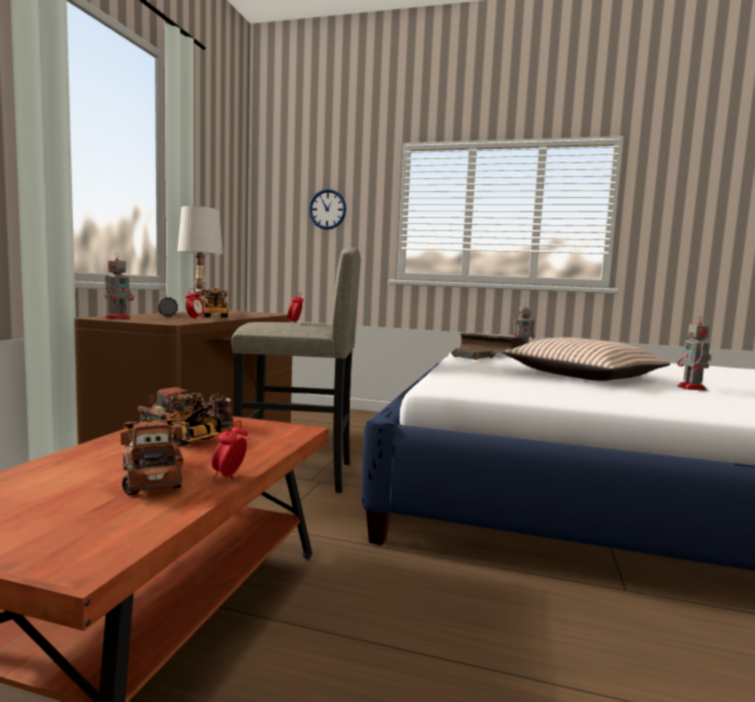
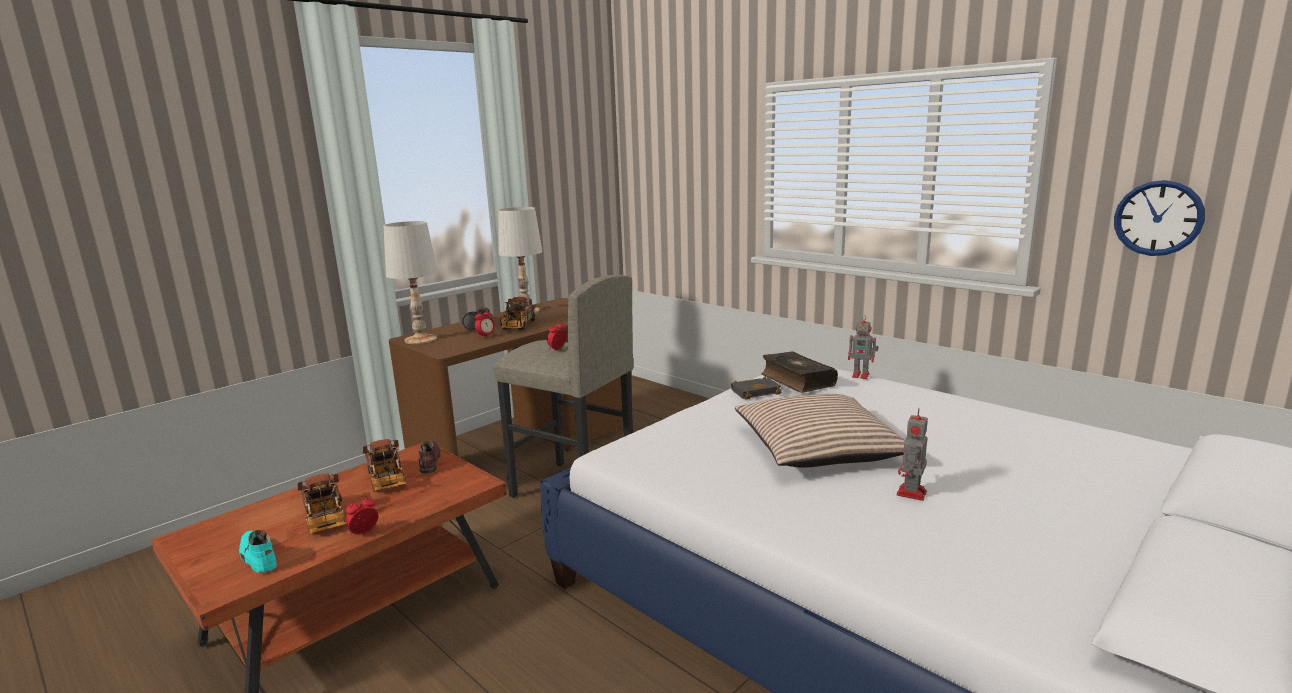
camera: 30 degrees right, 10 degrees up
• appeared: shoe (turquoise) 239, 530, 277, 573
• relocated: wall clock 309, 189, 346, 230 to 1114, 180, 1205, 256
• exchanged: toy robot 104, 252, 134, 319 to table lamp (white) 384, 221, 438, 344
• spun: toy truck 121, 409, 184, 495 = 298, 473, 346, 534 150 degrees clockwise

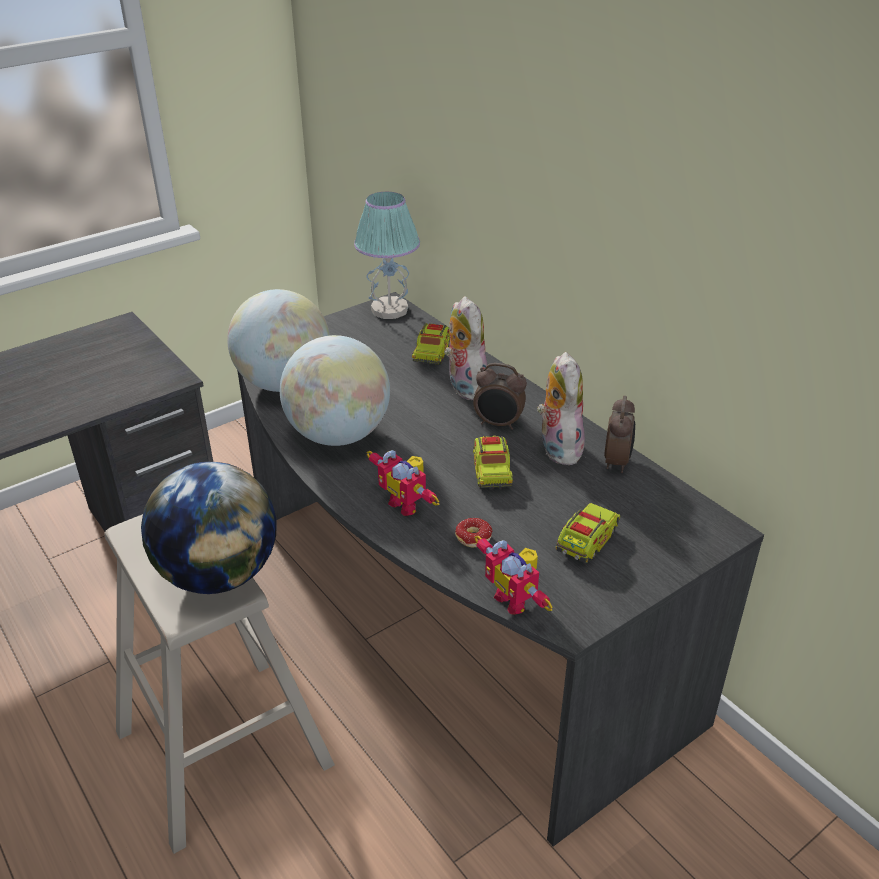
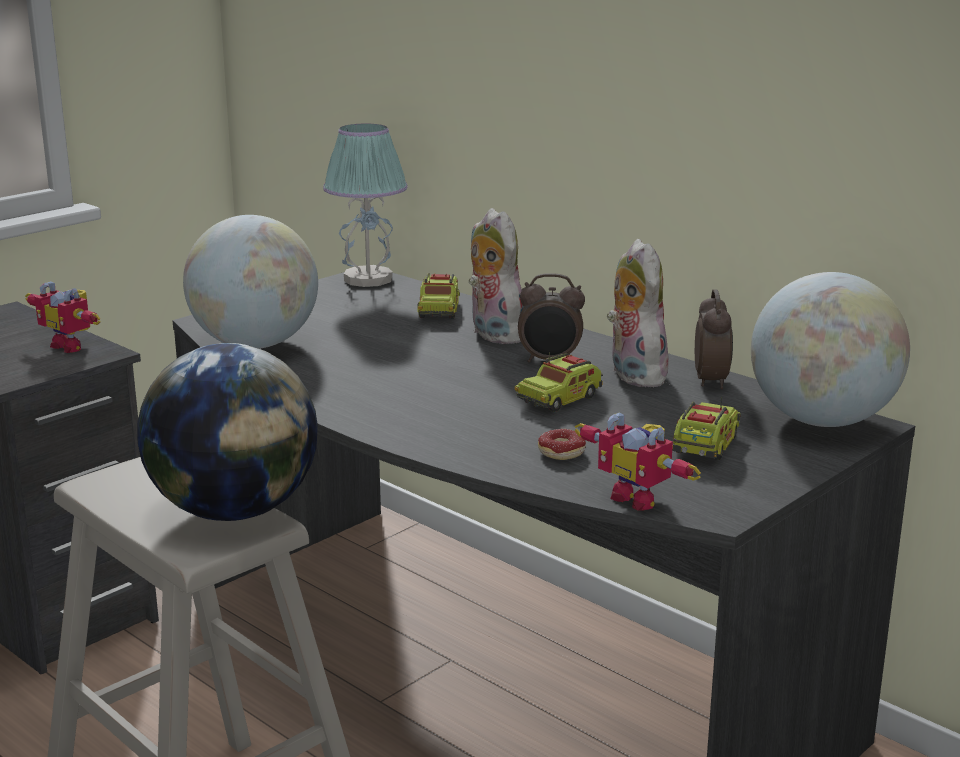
camera: 10 degrees left, 15 degrees down
• relocated: globe 280, 335, 390, 446 to 751, 272, 910, 427
• relocated: toy robot 367, 450, 440, 516 to 25, 281, 101, 353
• spun: toy truck 473, 435, 513, 489 = 515, 352, 603, 412 60 degrees clockwise

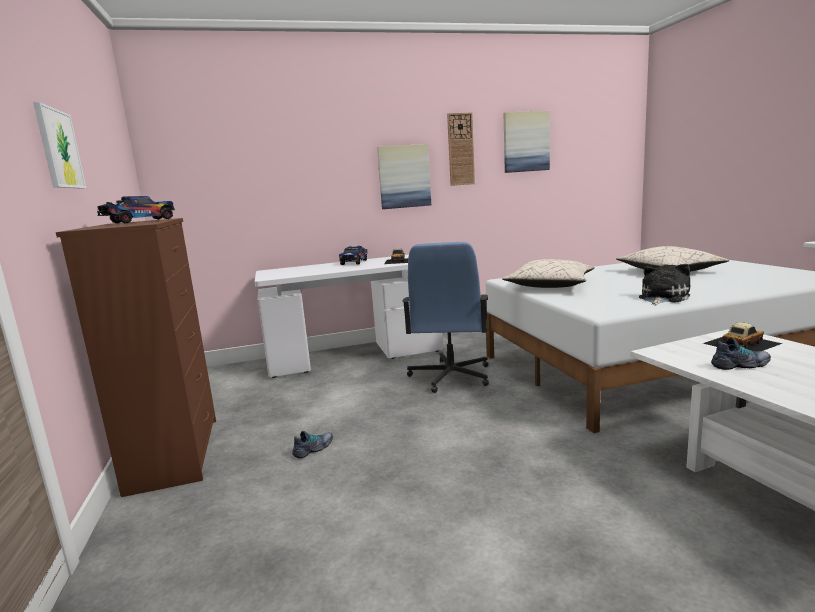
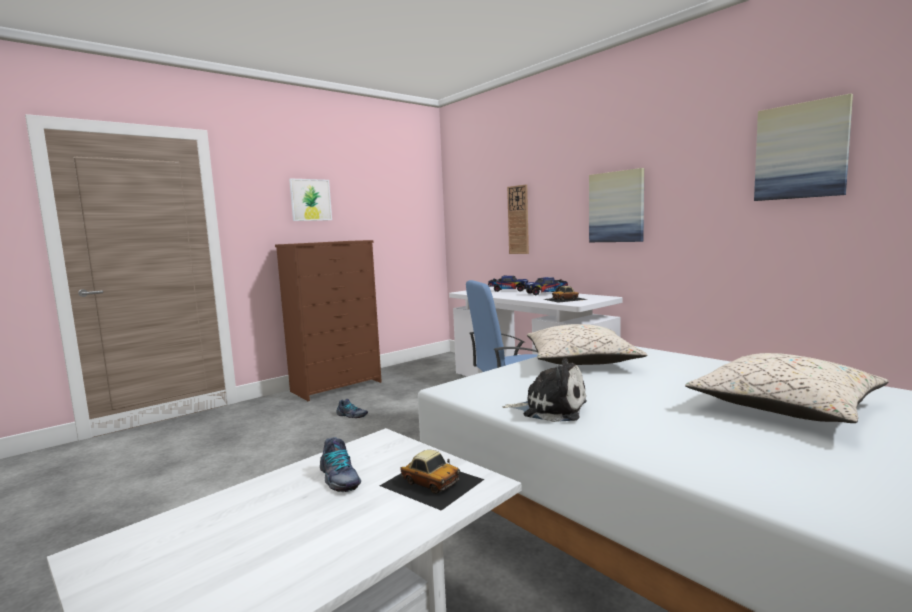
camera: 65 degrees right, 5 degrees down
• relocated: toy truck 97, 196, 175, 223 to 488, 276, 528, 292
• relocated: wall clock 447, 113, 475, 186 to 507, 184, 529, 254

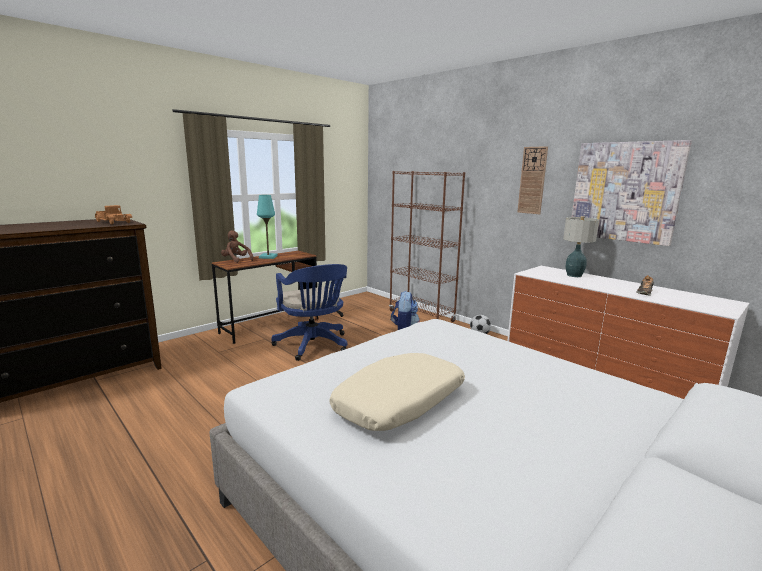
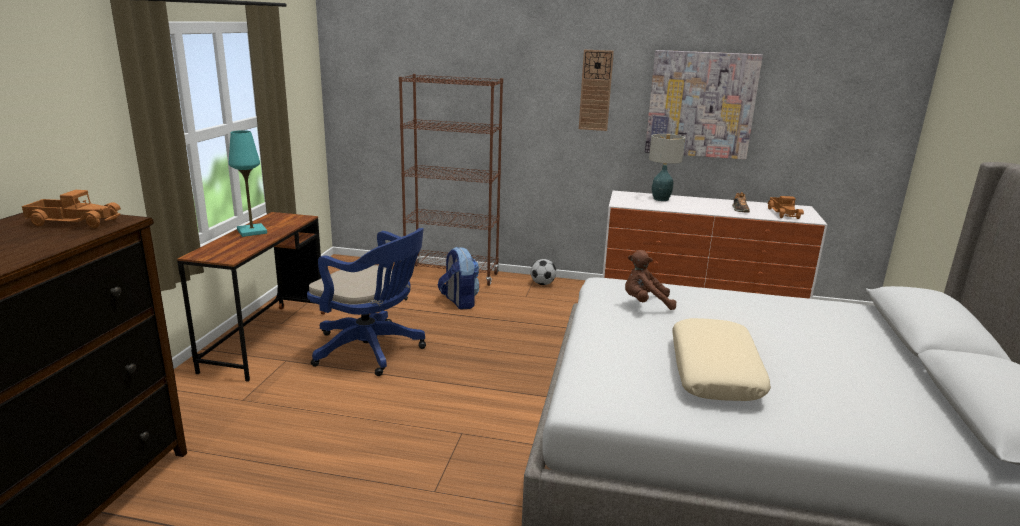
camera: 35 degrees left, 5 degrees up
• appeared: toy truck 767, 196, 804, 219
• relocated: plush toy (brown) 221, 230, 254, 263 to 625, 250, 676, 310

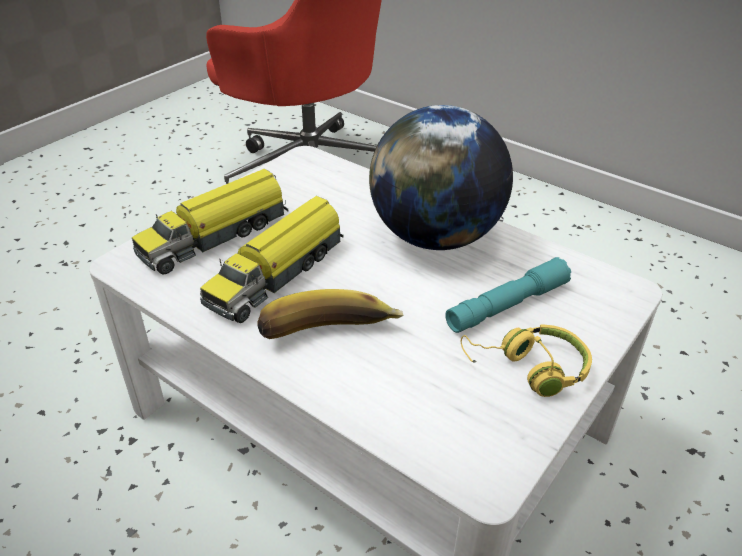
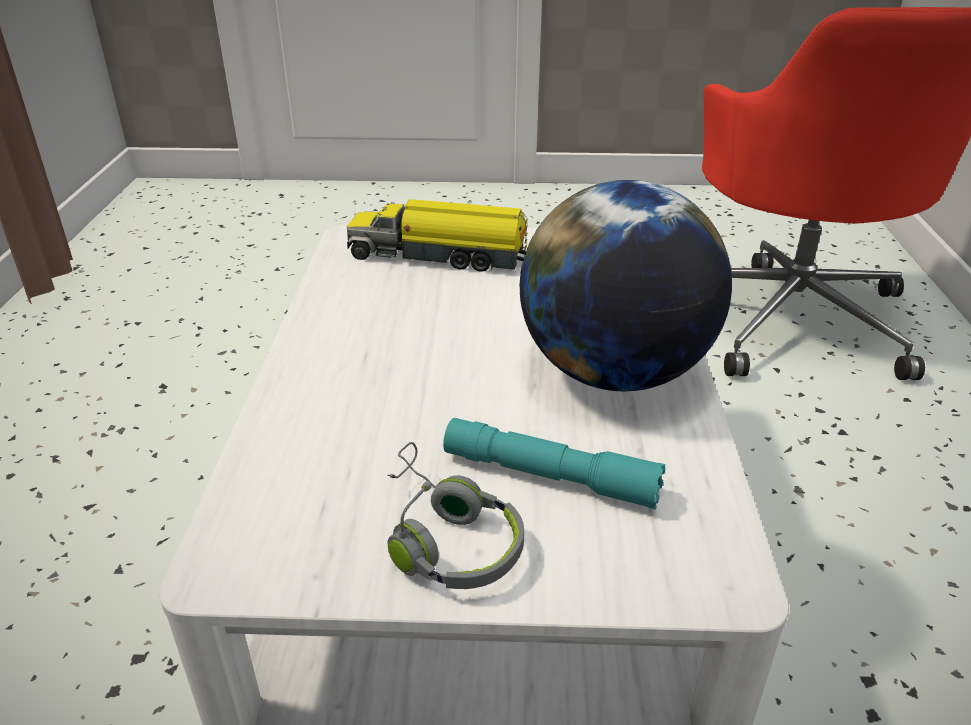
camera: 55 degrees right, 5 degrees down
• missing: toy truck 200, 196, 344, 323
• missing: banana 257, 289, 404, 339
• colour: headphones (yellow) 461, 325, 592, 397 to headphones (grey) 387, 442, 524, 589

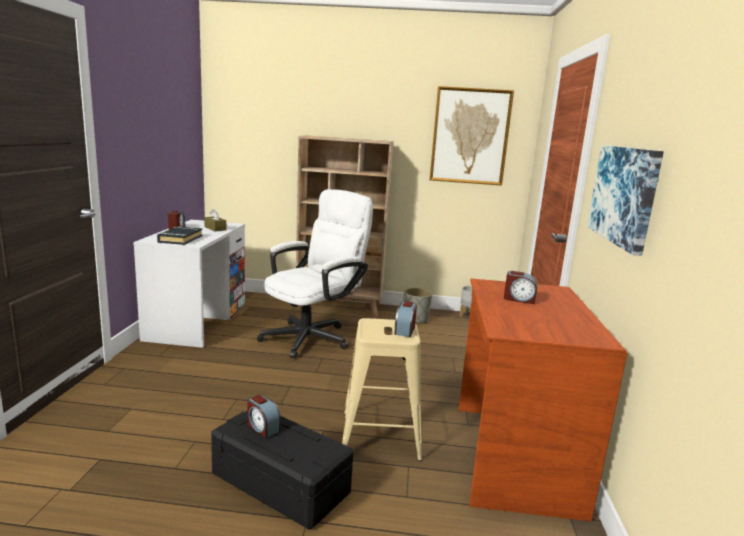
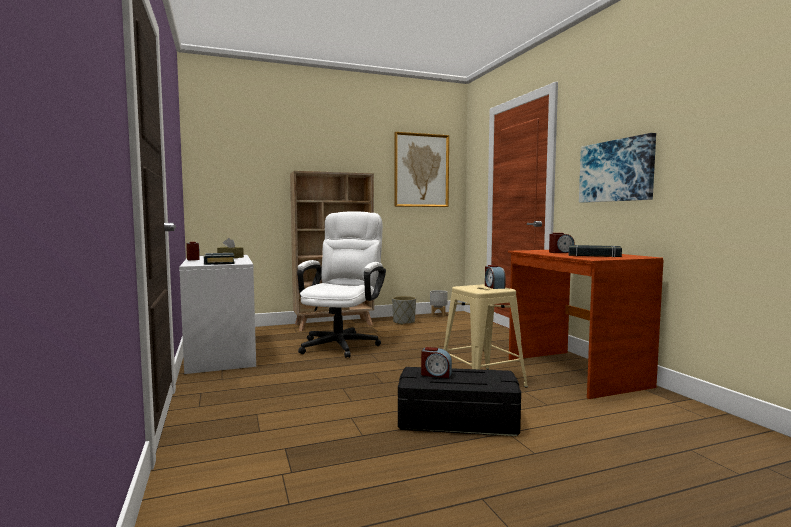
camera: 25 degrees left, 10 degrees down
• appeared: book (black) 568, 245, 622, 257

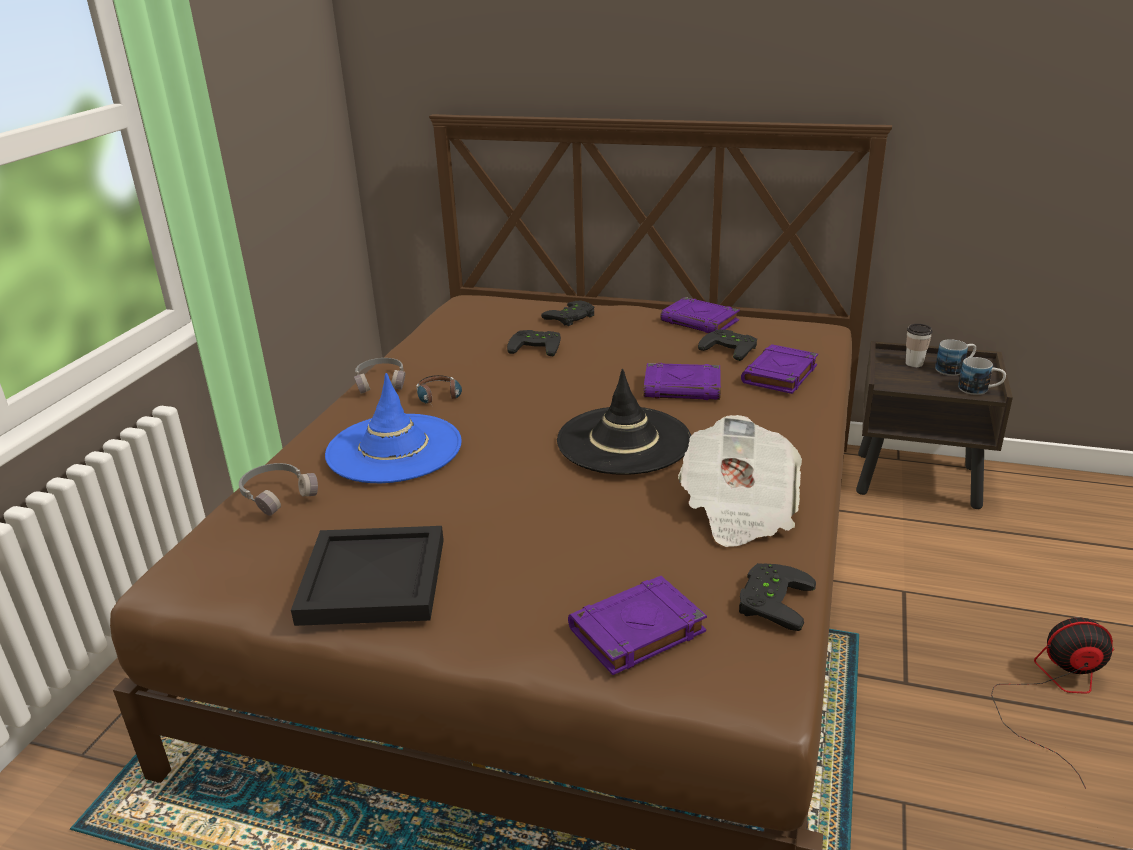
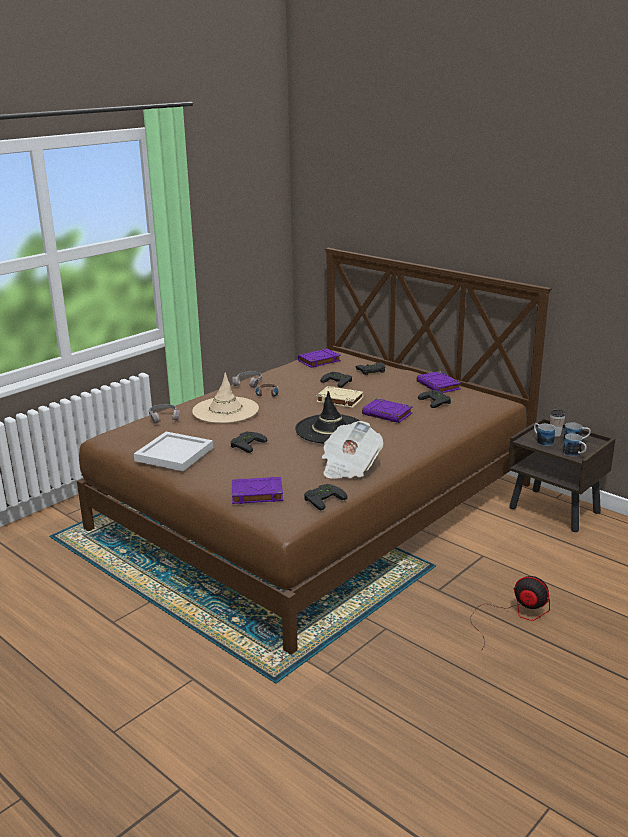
camera: 25 degrees right, 5 degrees down
• appeared: game controller (black) 231, 431, 267, 453
• appeared: book (beige) 316, 386, 364, 408
• appeared: mug 534, 423, 555, 446
• relocated: book (purple) 741, 344, 818, 394 to 298, 349, 341, 368
• colour: tray (black) 291, 526, 444, 626 to tray (white) 134, 432, 213, 471
• colour: hat (blue) 325, 373, 462, 483 to hat (beige) 192, 373, 259, 423

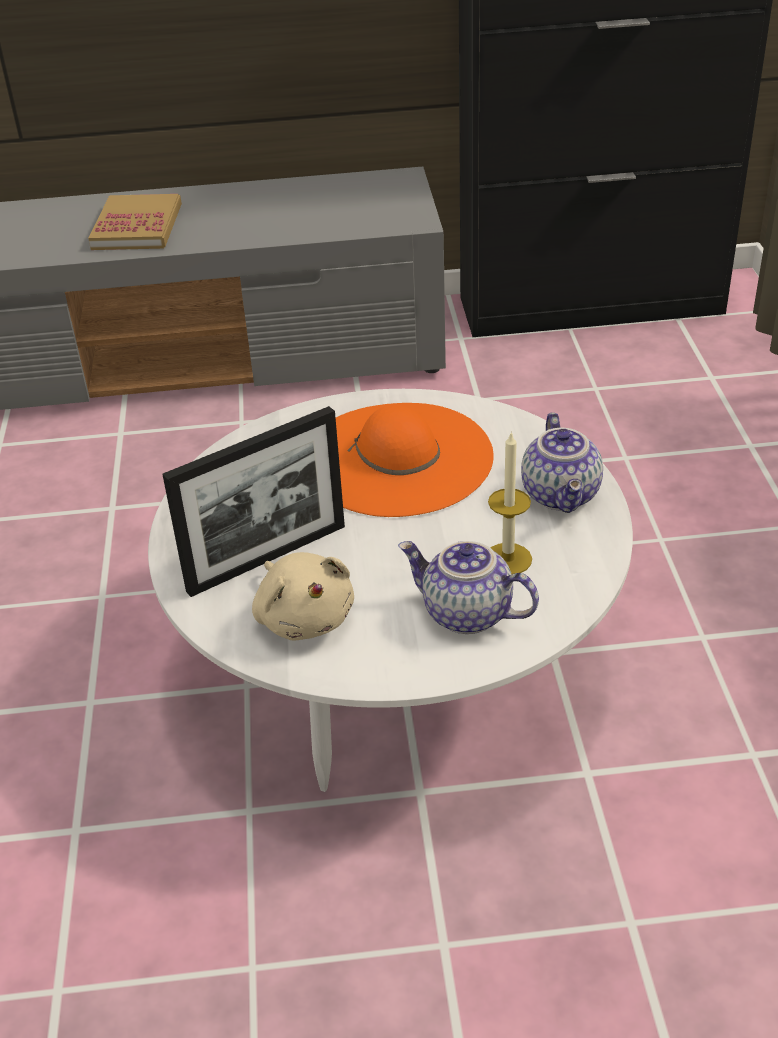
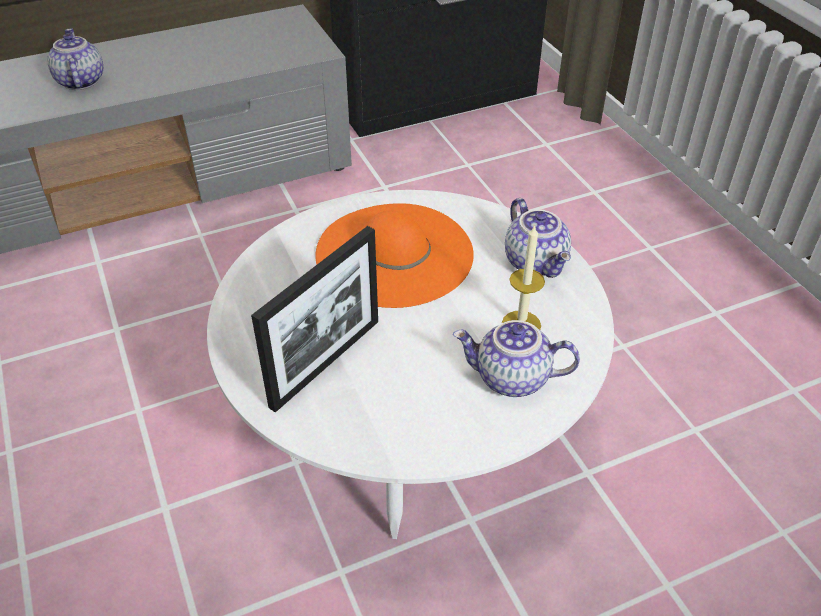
camera: 20 degrees left, 5 degrees up
• missing: plush toy (beige) 252, 552, 354, 641
• exchanged: book 88, 194, 182, 250 to teapot 47, 29, 103, 90

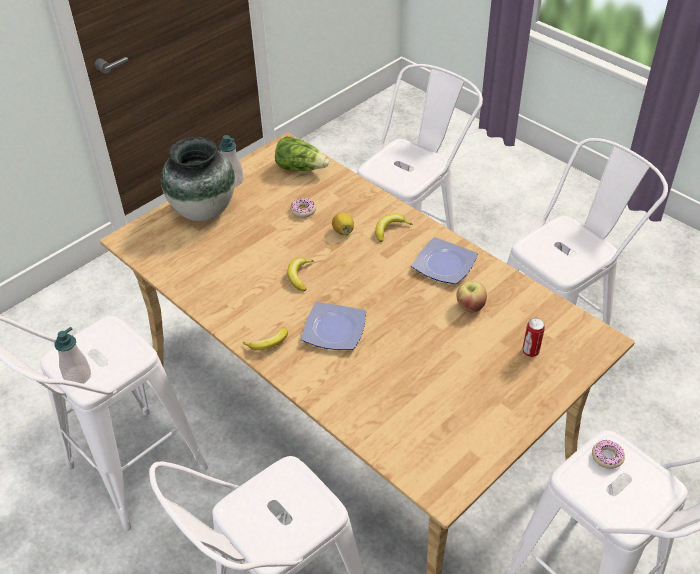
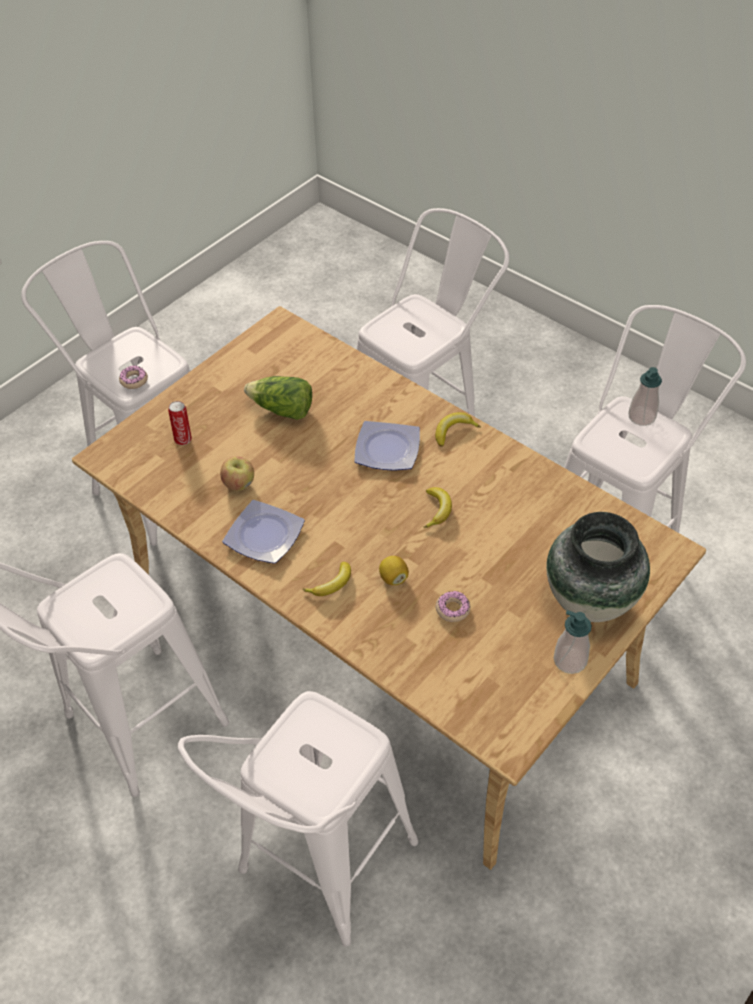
camera: 175 degrees right, 5 degrees up
• relocated: lettuce 275, 136, 329, 171 to 244, 376, 312, 420

